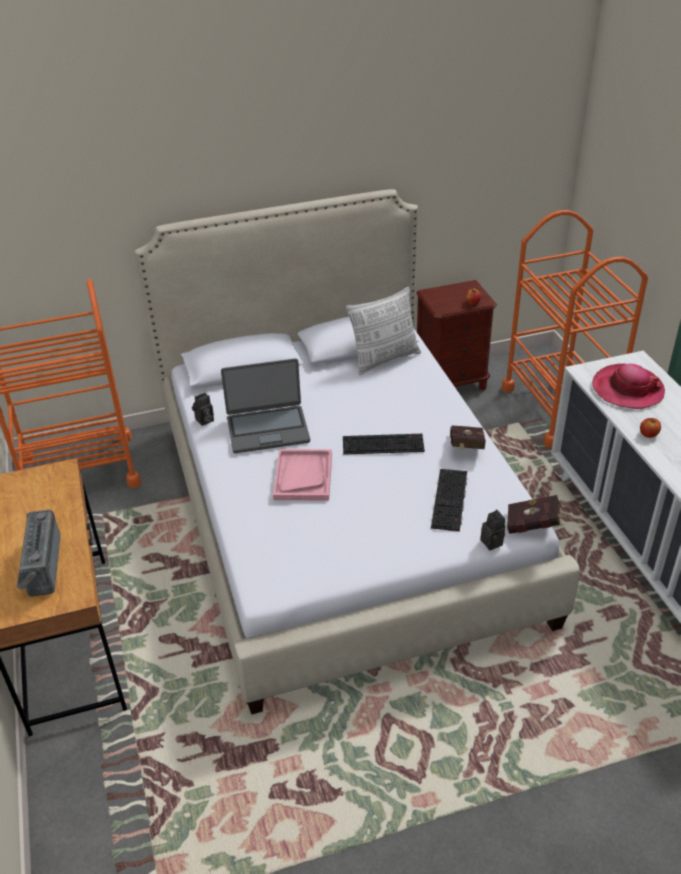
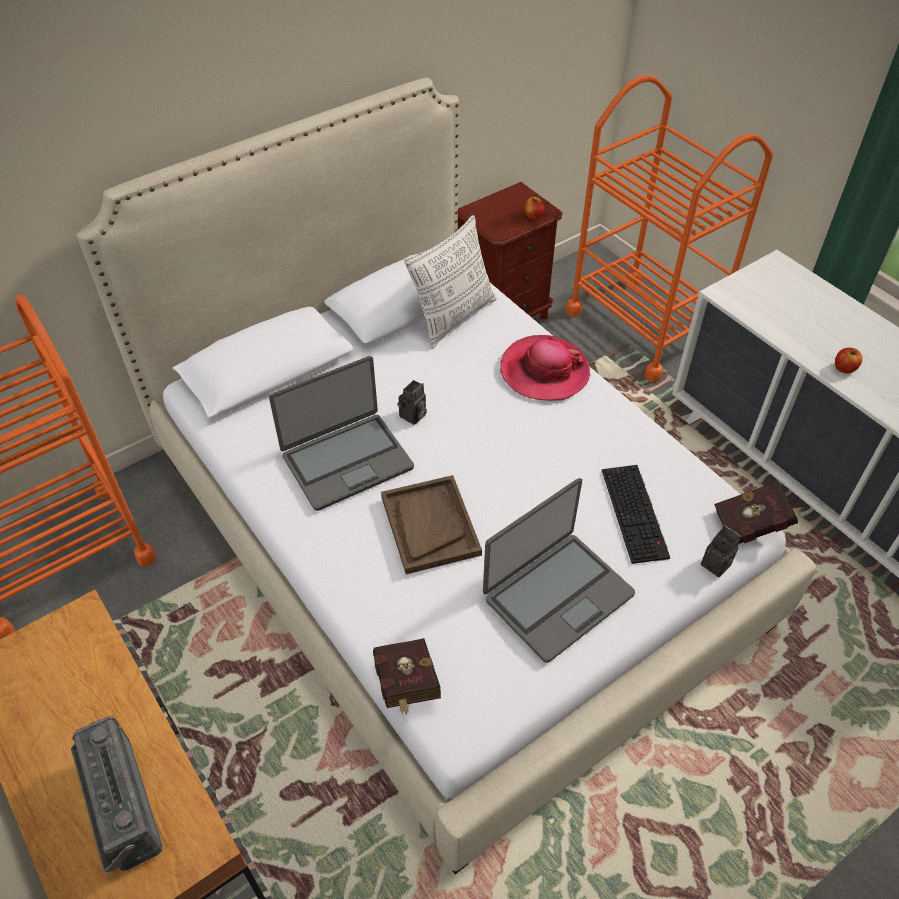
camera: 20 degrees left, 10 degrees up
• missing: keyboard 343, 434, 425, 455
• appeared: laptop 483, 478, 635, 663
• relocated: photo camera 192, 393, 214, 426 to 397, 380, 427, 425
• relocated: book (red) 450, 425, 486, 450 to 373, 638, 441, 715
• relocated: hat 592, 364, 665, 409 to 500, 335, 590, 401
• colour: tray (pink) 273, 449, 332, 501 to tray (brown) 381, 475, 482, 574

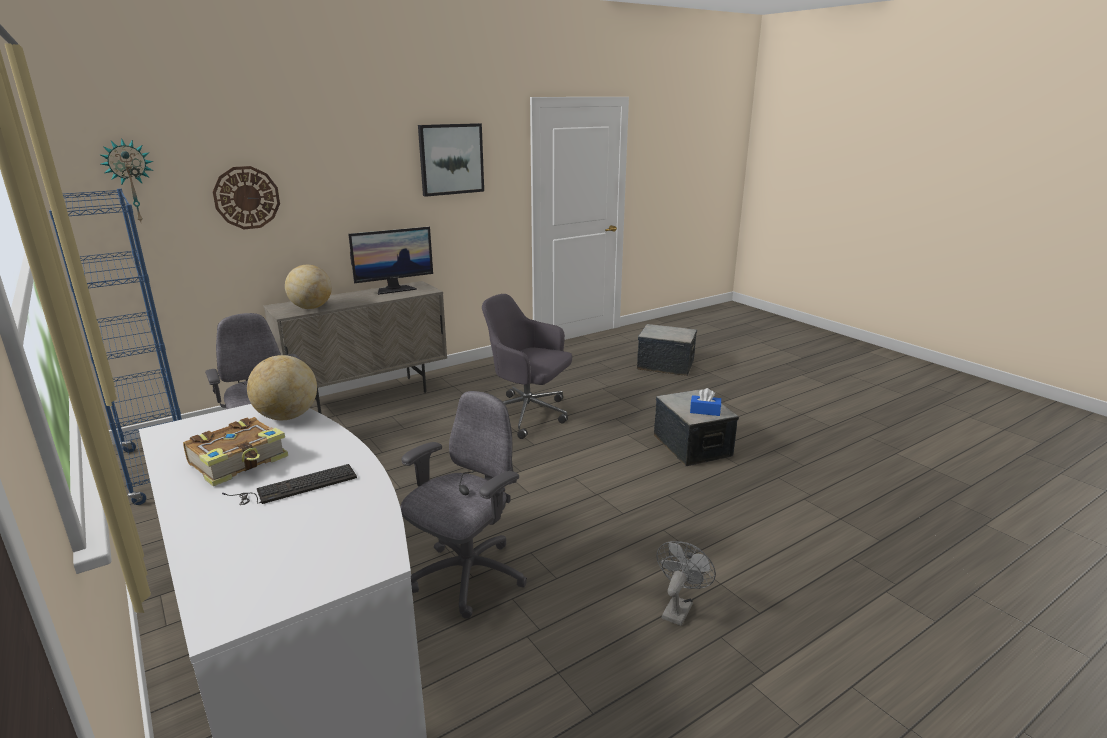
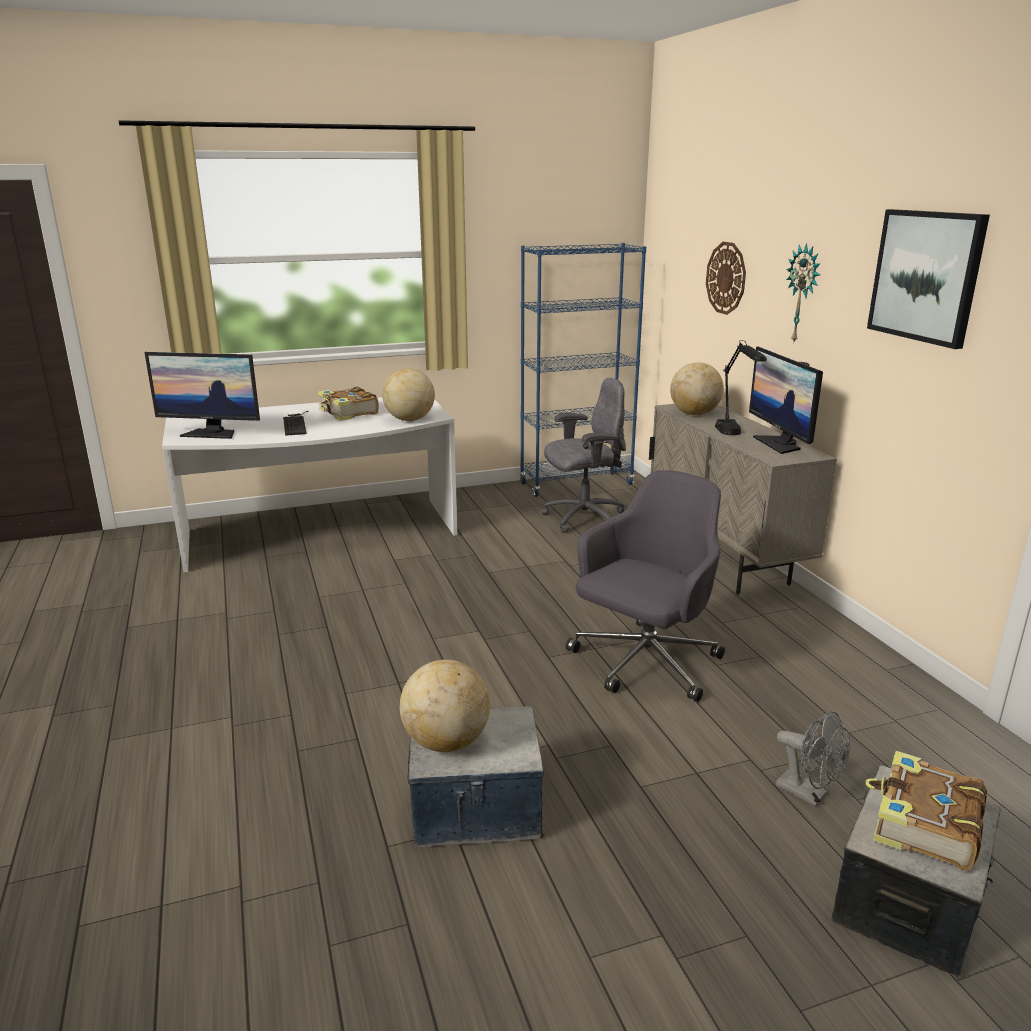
camera: 105 degrees right, 0 degrees up
• missing: office chair (grey) 401, 391, 527, 619
• appeared: monitor 144, 352, 260, 439
• appeared: table lamp (black) 715, 340, 767, 435
• appeared: book 865, 751, 987, 870
• relocated: wall clock 99, 138, 154, 222 to 786, 243, 821, 344
• relocated: fan (grey) 656, 541, 716, 626 to 776, 712, 850, 806
• exchanged: tissue box (blue) 690, 388, 721, 416 to globe 400, 660, 490, 752

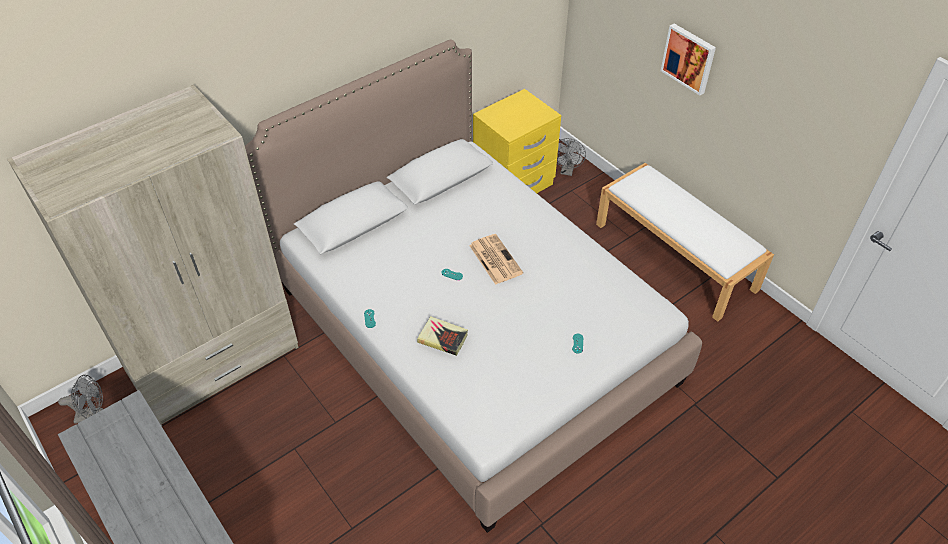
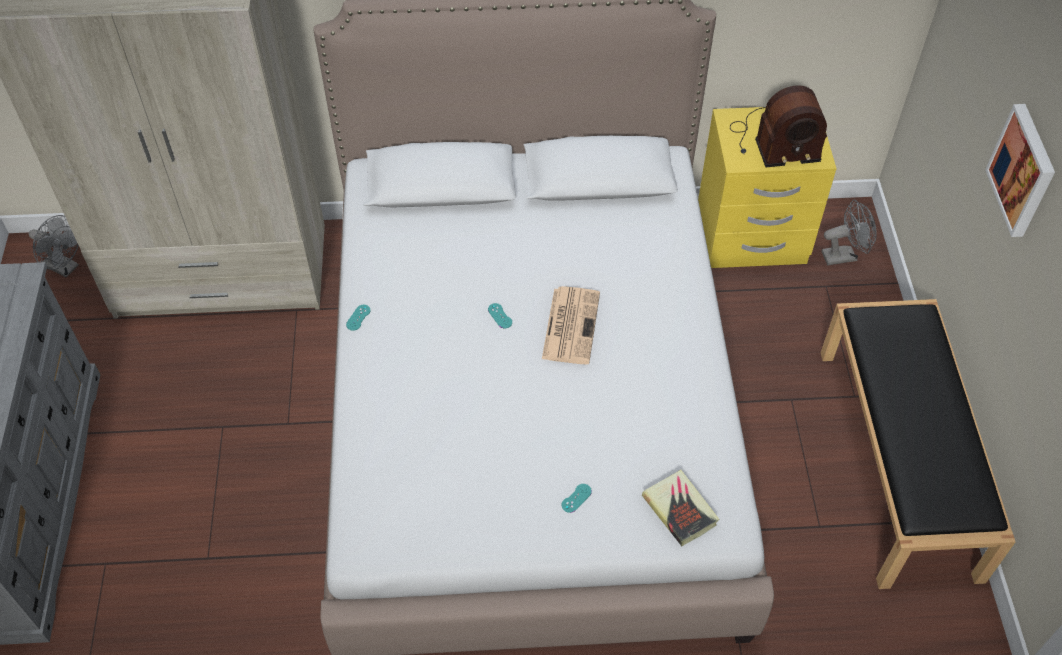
camera: 35 degrees right, 5 degrees up
• appeared: radio 730, 85, 827, 168
• relocated: book 417, 316, 468, 356 to 642, 470, 719, 546
• colour: bench (white) 596, 163, 774, 322 to bench (black) 821, 299, 1015, 589
• spun: fan (grey) 557, 138, 586, 176 = 822, 199, 877, 265 150 degrees counterclockwise

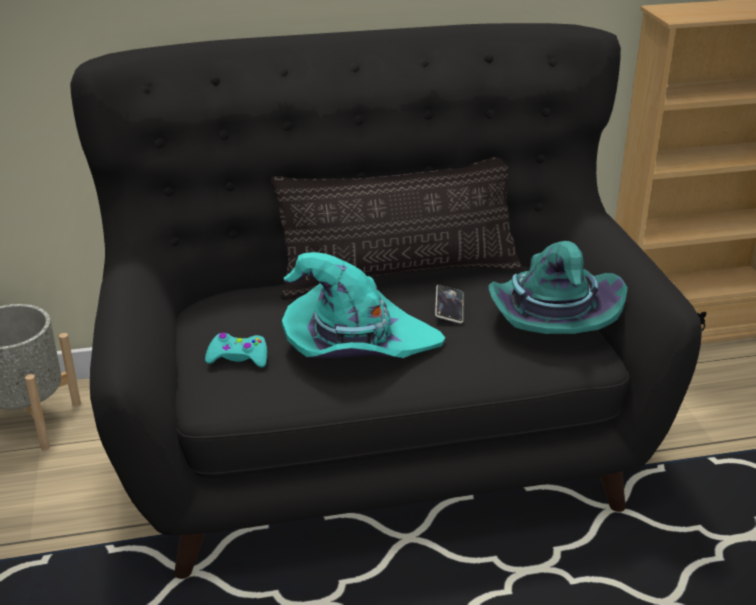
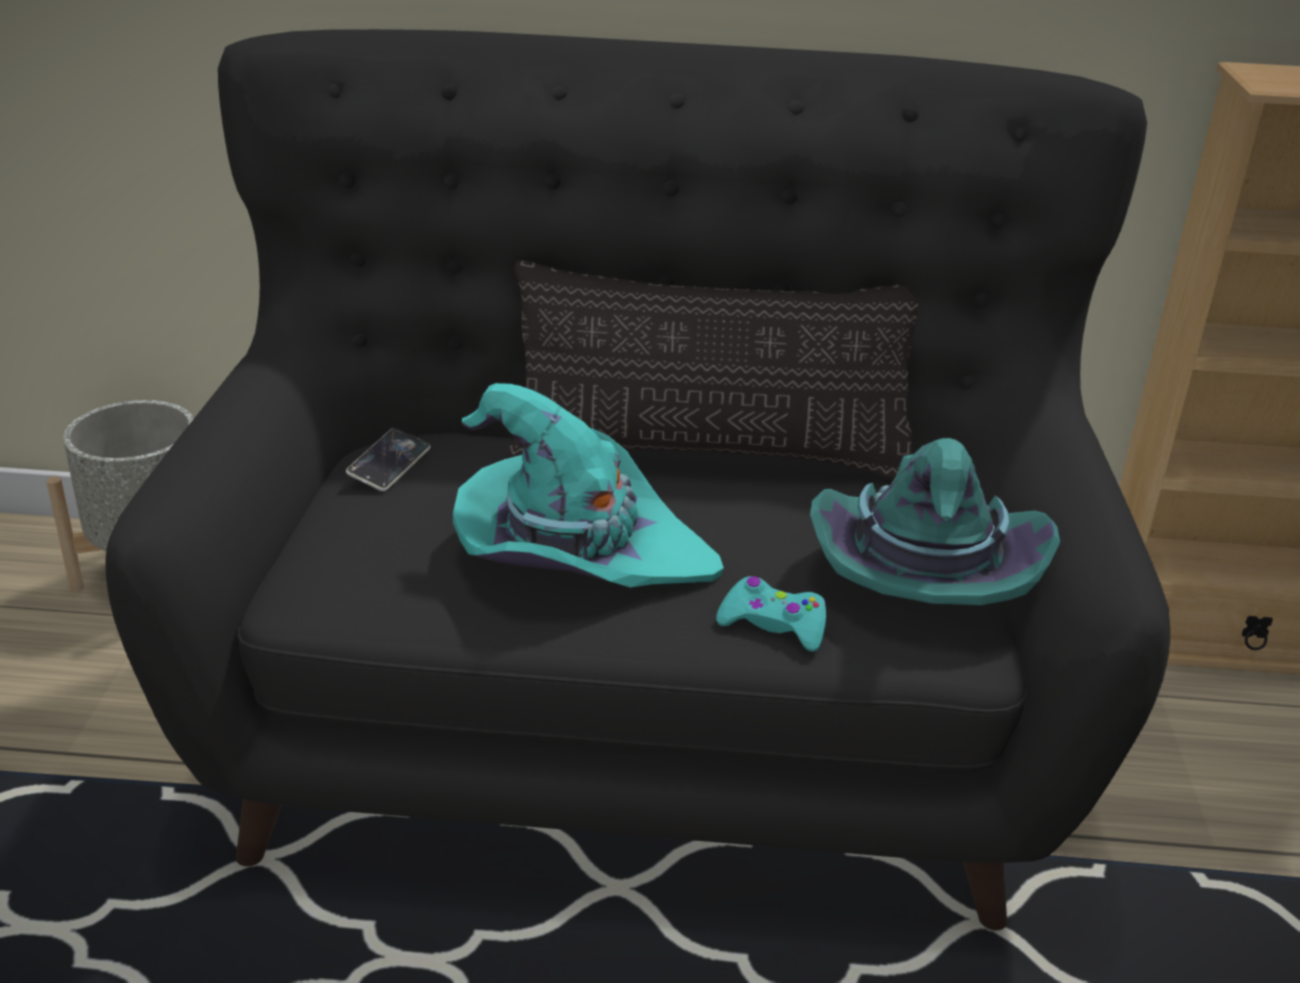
camera: 15 degrees right, 0 degrees up
• relocated: game controller (turquoise) 205, 333, 267, 368 to 716, 576, 826, 652
• relocated: phone 435, 285, 464, 323 to 346, 428, 430, 491

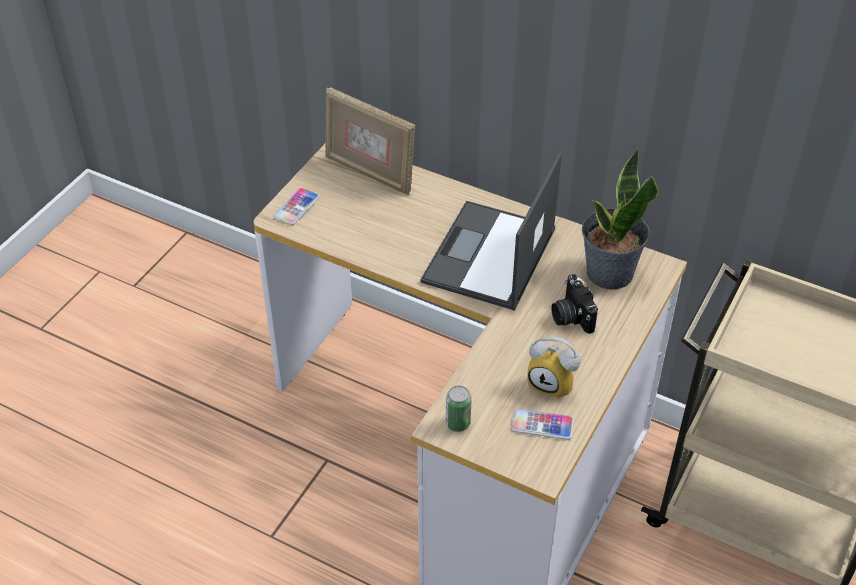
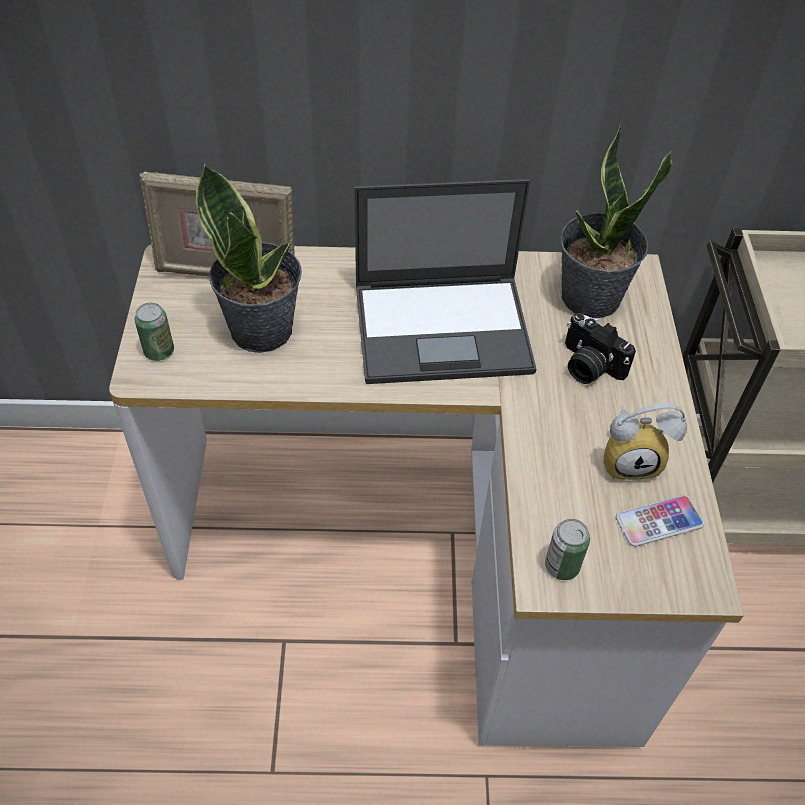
camera: 30 degrees left, 5 degrees up
• appeared: potted plant 196, 164, 302, 353
• exchanged: phone 274, 188, 320, 225 to can 134, 303, 174, 361
• spun: laptop 421, 153, 562, 310 = 354, 179, 537, 384 90 degrees counterclockwise

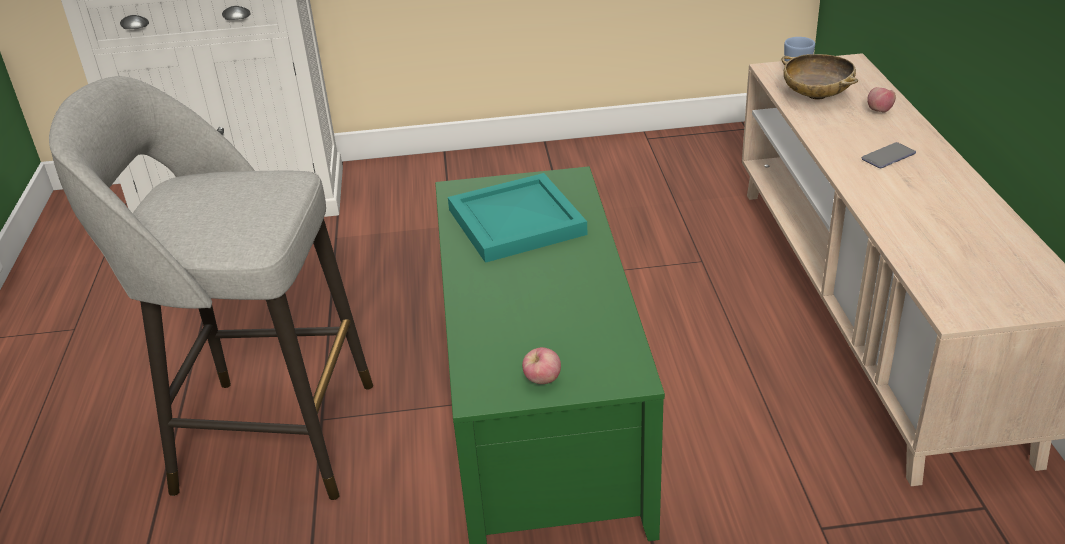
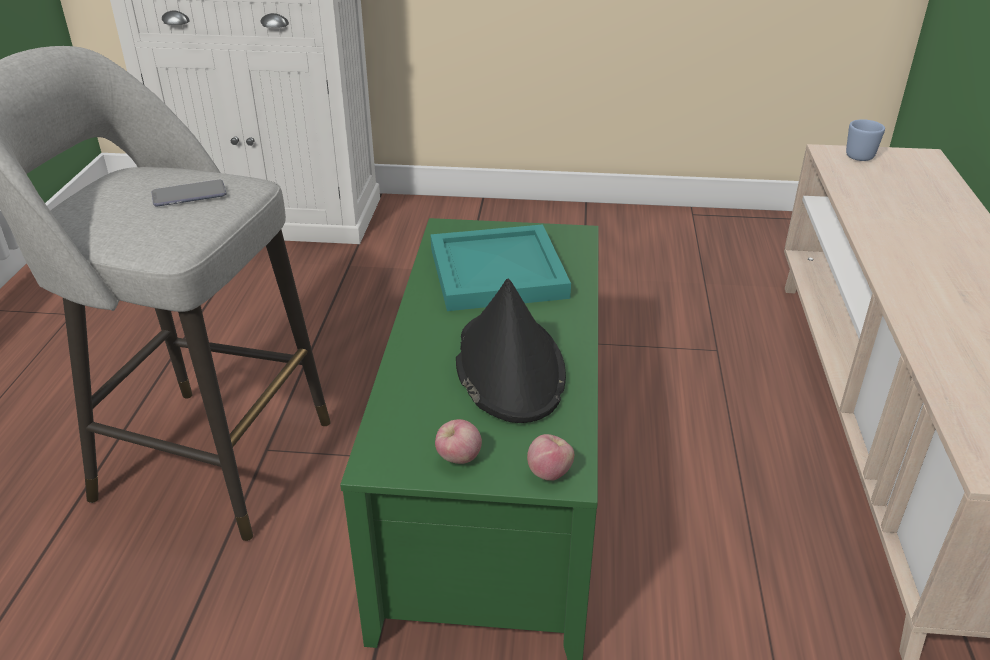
camera: 10 degrees right, 0 degrees up
• missing: bowl (beige) 782, 54, 858, 100
• appeared: hat (black) 456, 279, 566, 423
• relocated: phone 862, 142, 916, 169 to 152, 180, 226, 206
• relocated: apple 867, 87, 896, 113 to 527, 434, 574, 481

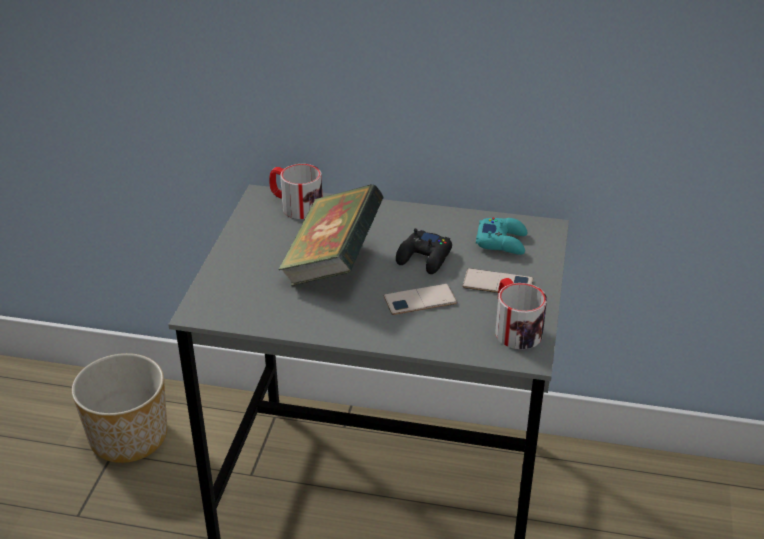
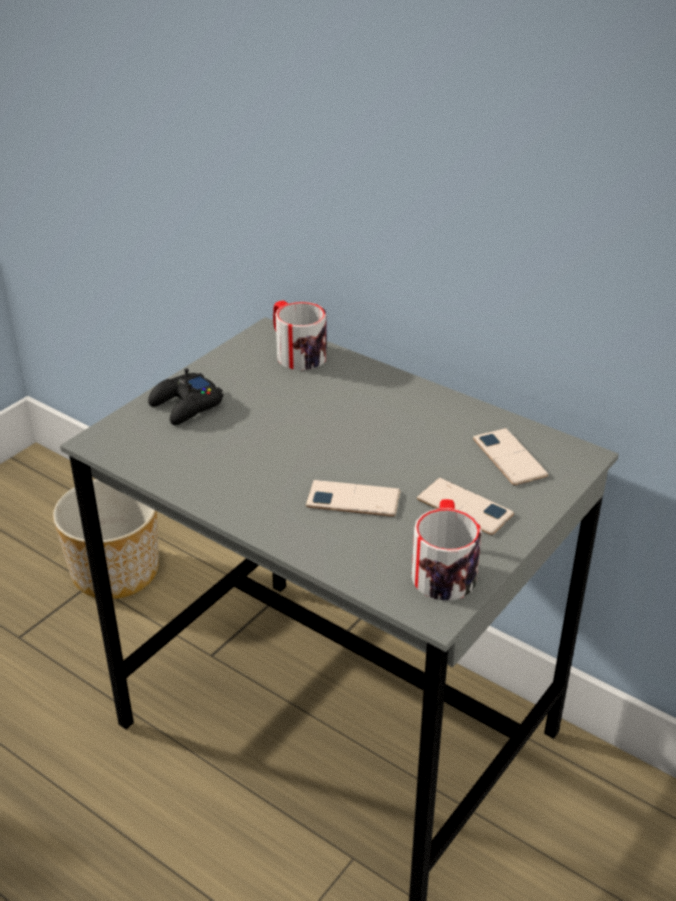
camera: 25 degrees right, 0 degrees up
• missing: book 278, 184, 384, 286
• relocated: game controller (black) 396, 229, 452, 274 to 148, 368, 223, 425
• exchanged: game controller (turquoise) 476, 218, 527, 255 to phone 473, 428, 548, 486

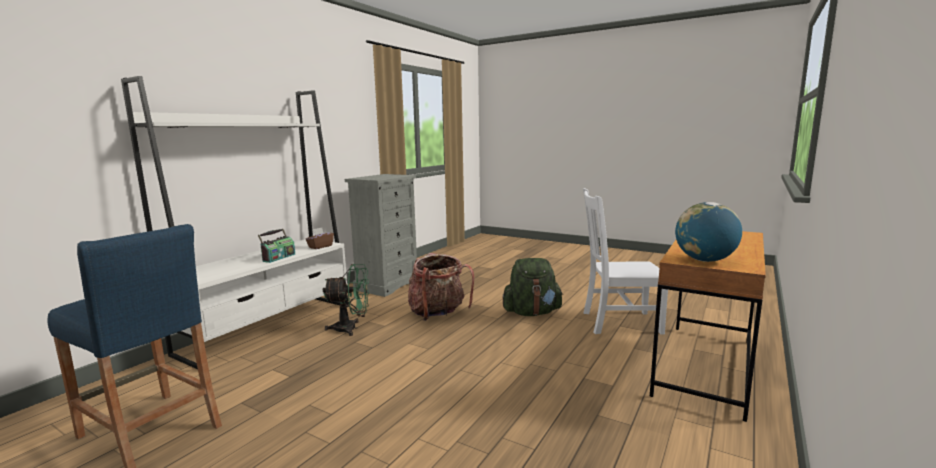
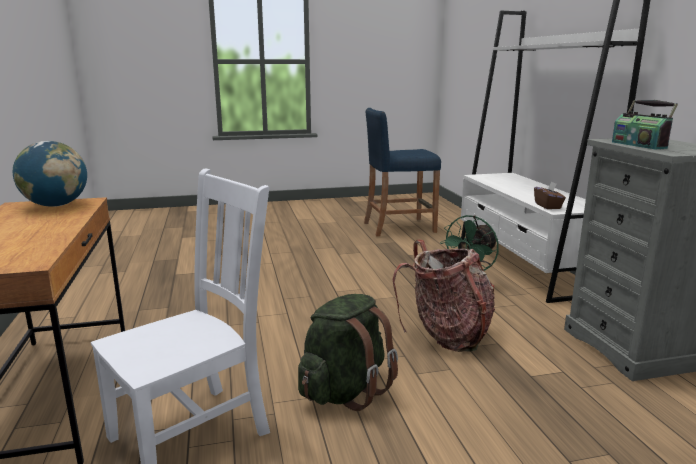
camera: 135 degrees right, 5 degrees up
• relocated: radio 258, 229, 295, 263 to 612, 100, 678, 150

